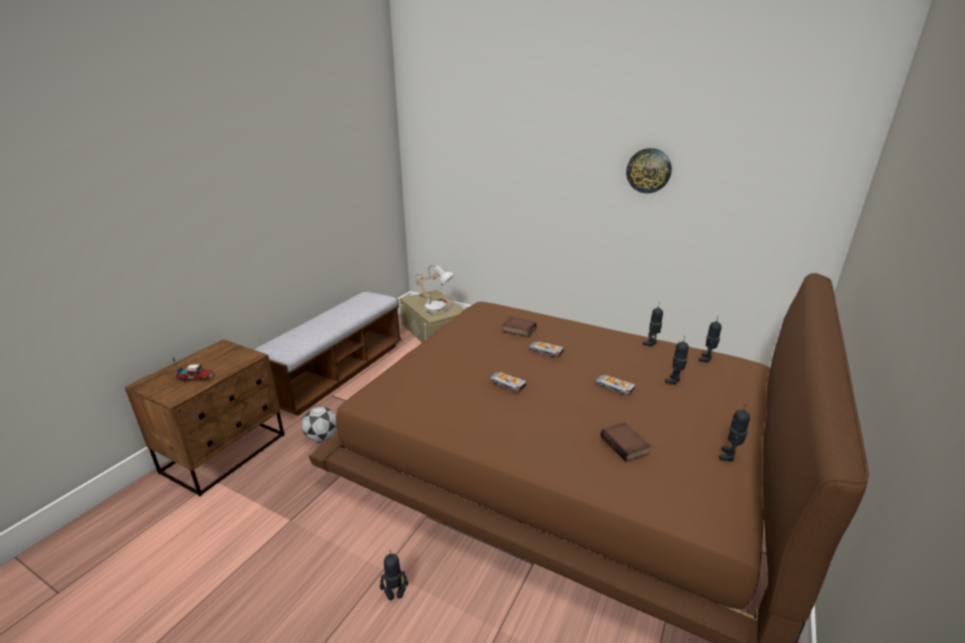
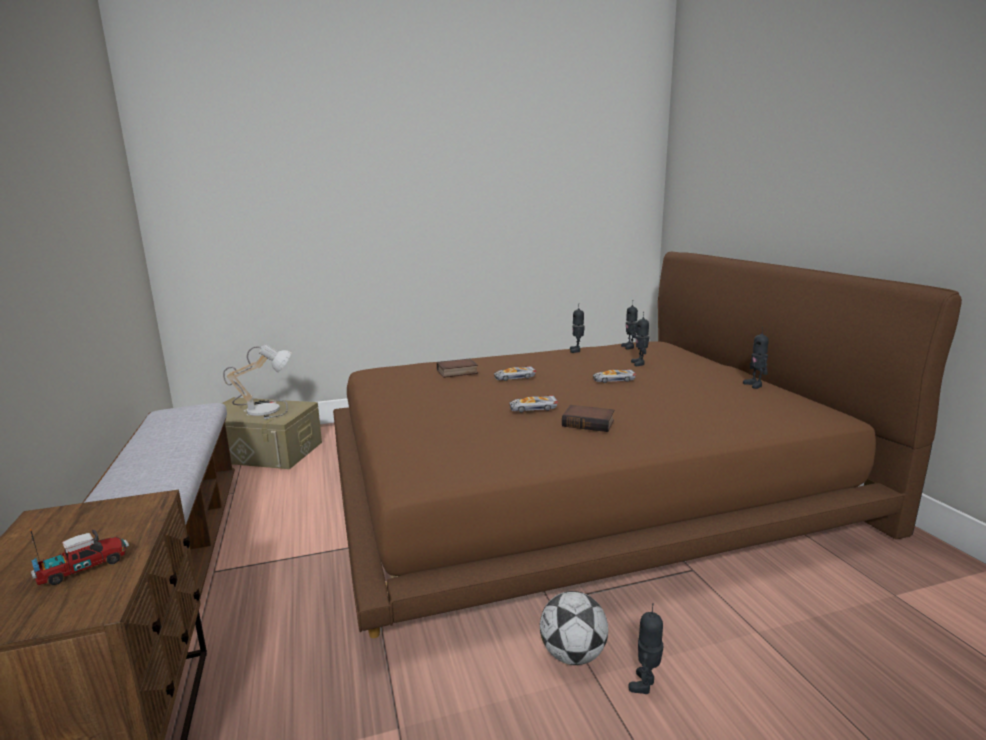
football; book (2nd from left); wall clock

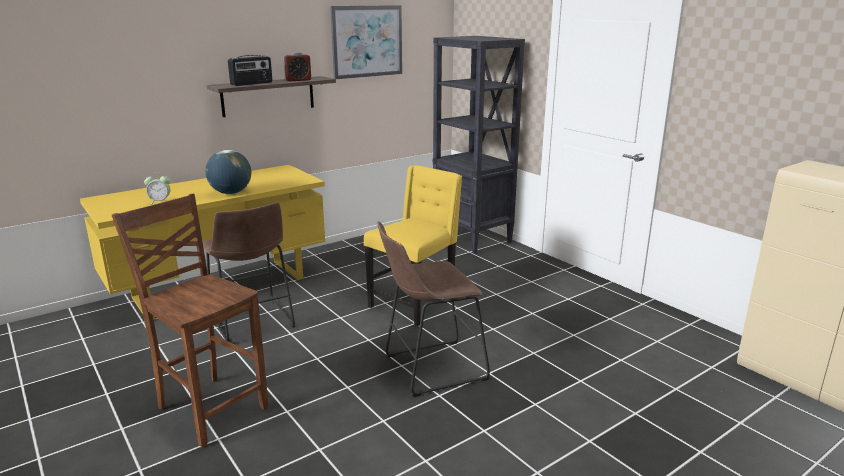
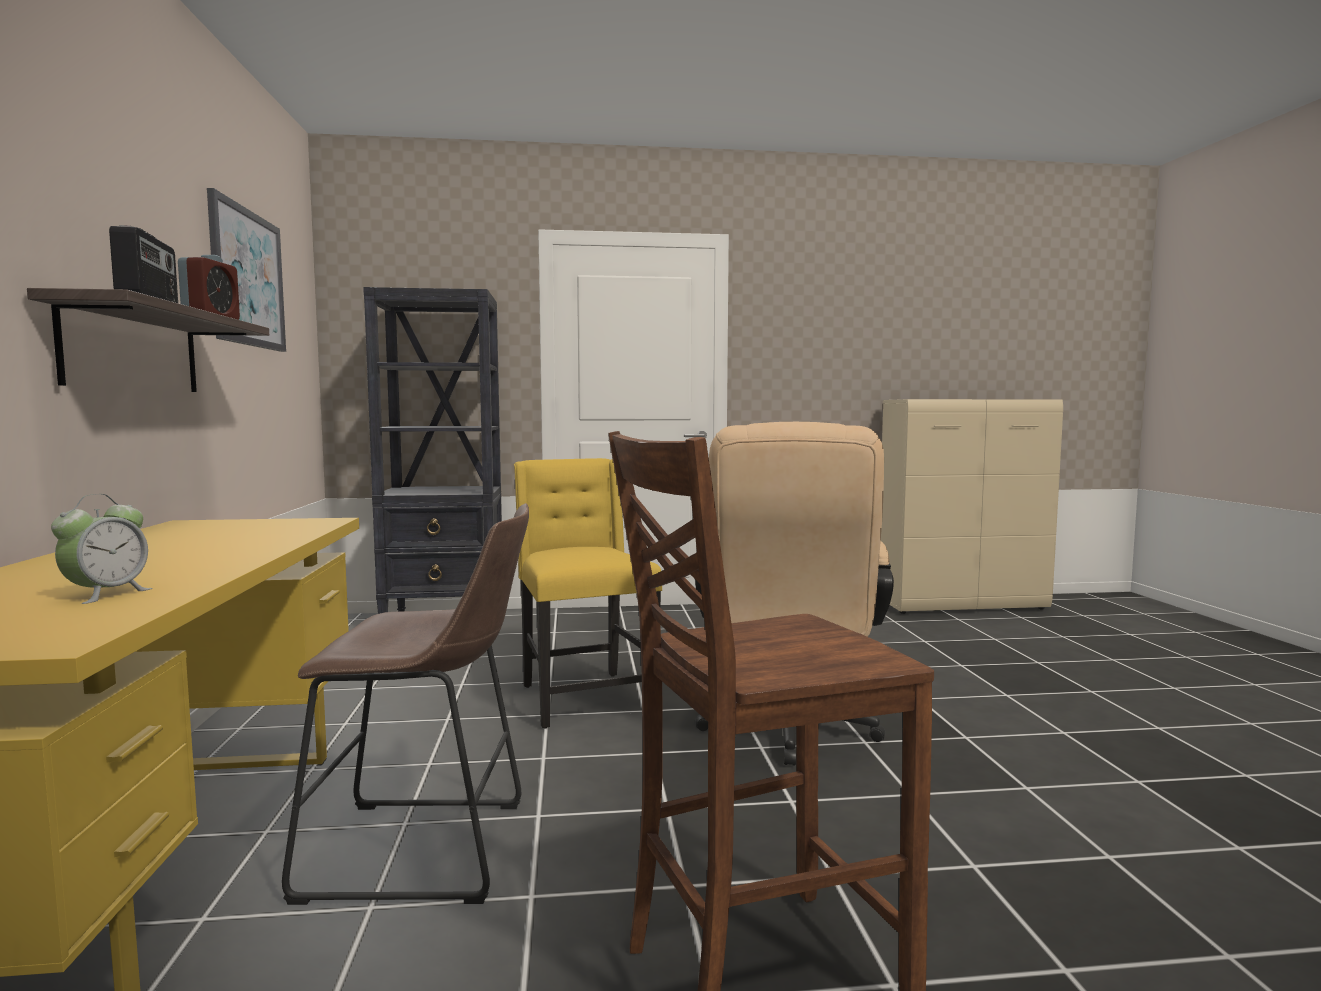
beige office chair; globe

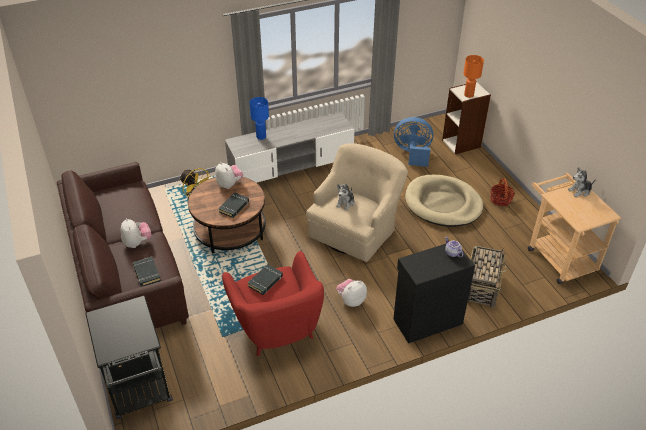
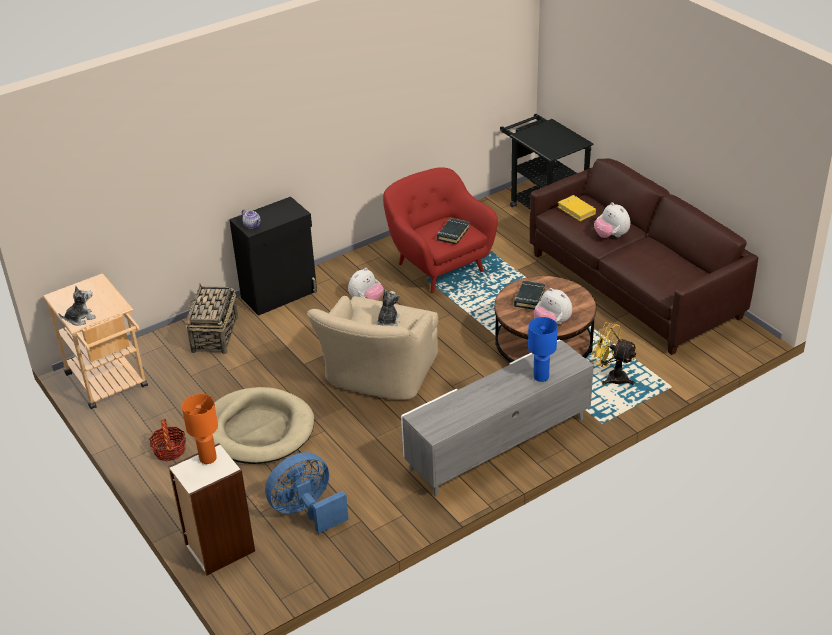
blue fan; yellow book

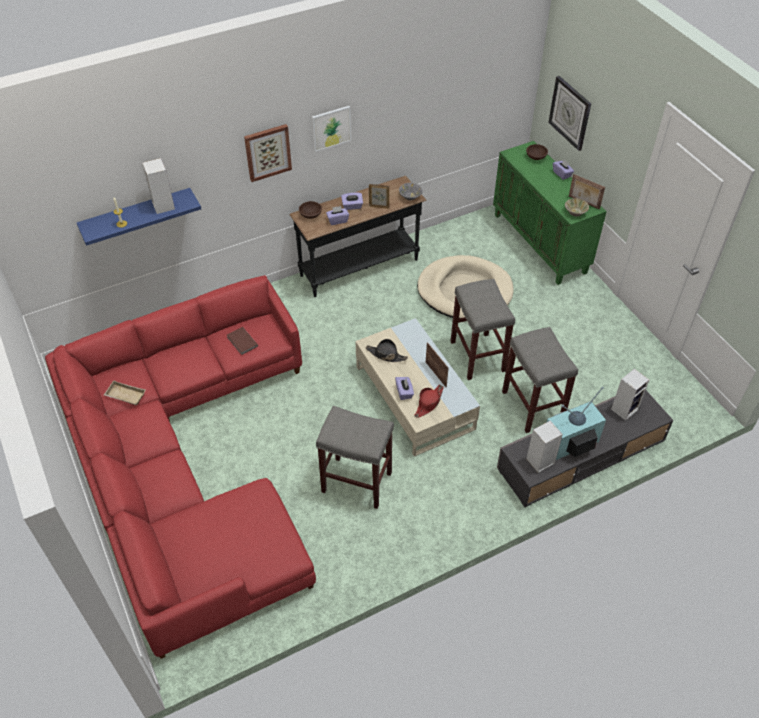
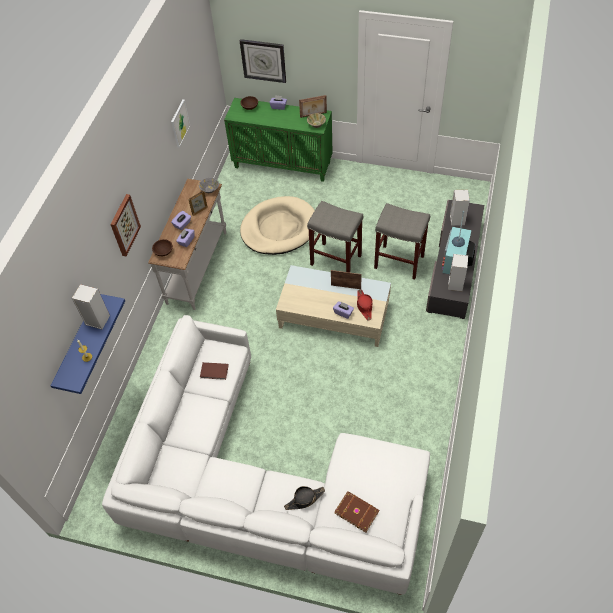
white sofa; white console table; picture (2nd from left); black hat; brown book (2nd from left); beige tray; grey stool (1st from left in the first image)

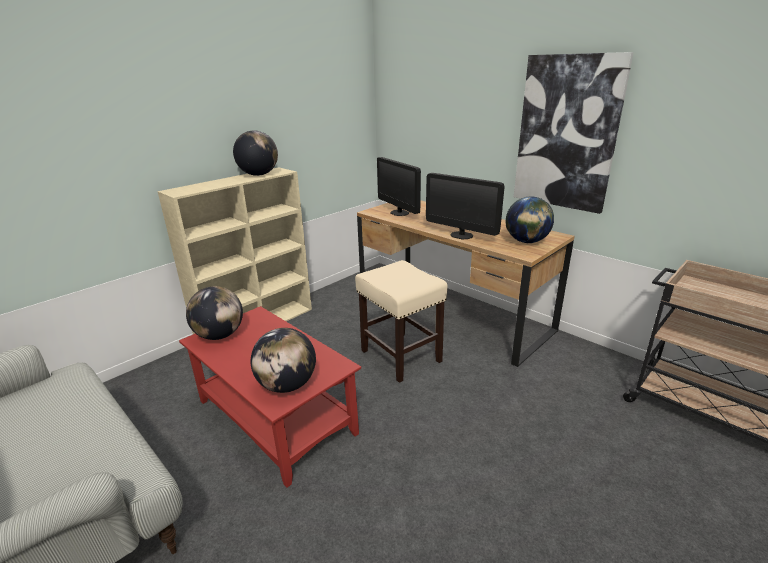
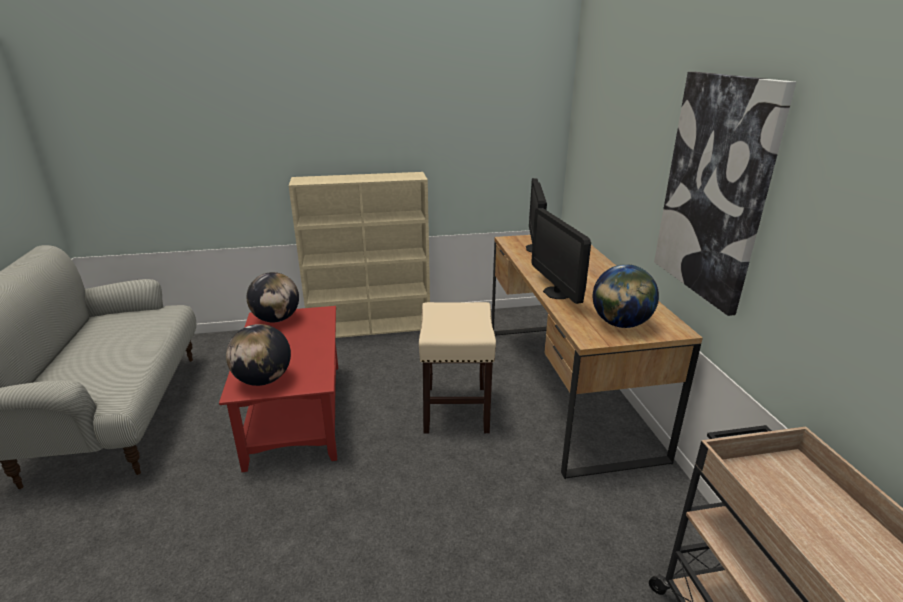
globe (2nd from left in the first image)

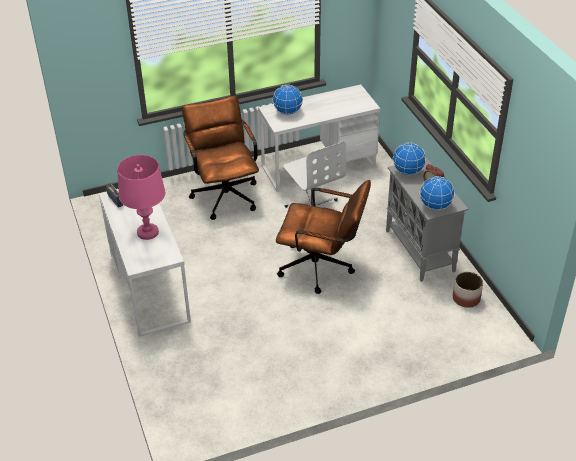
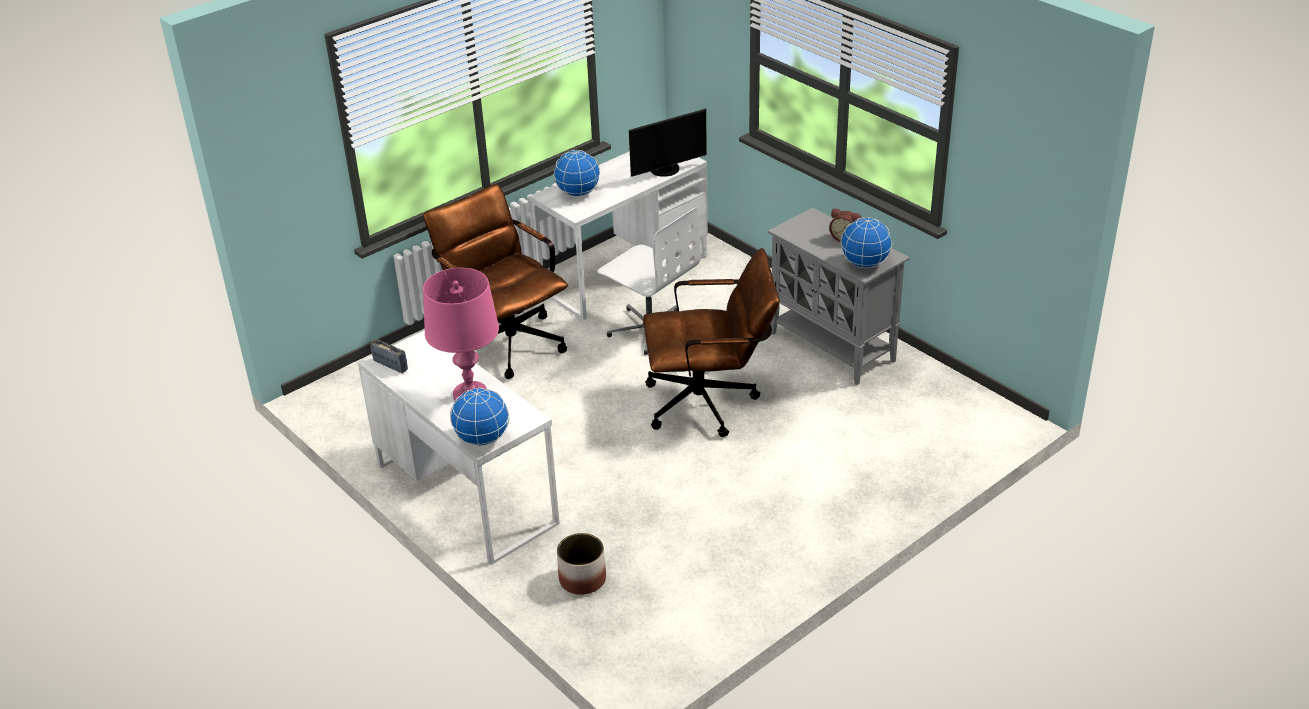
globe (1st from left); planter; monitor

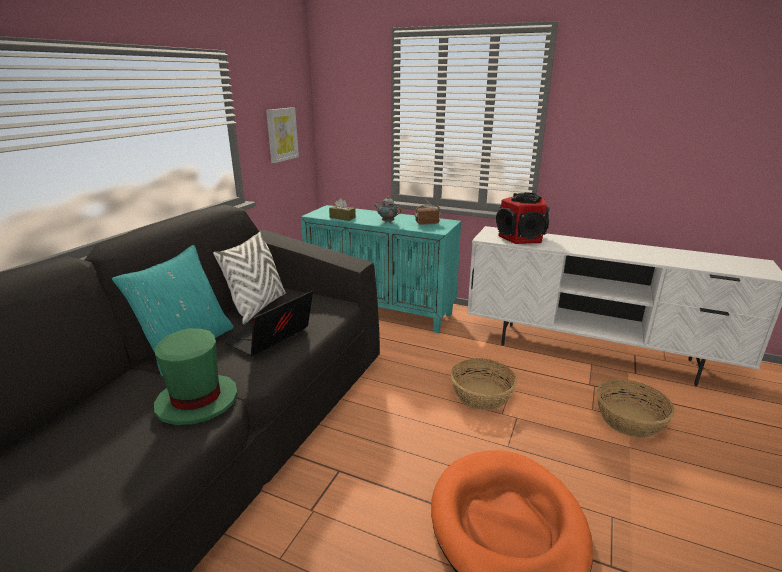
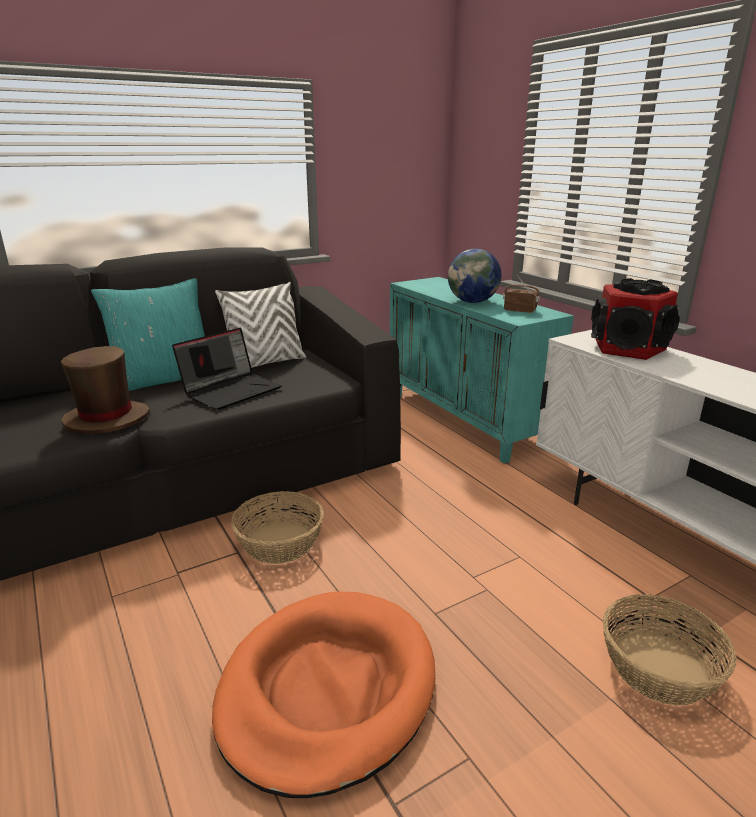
brown hat; laptop; basket (1st from left); globe; picture; brown tissue box

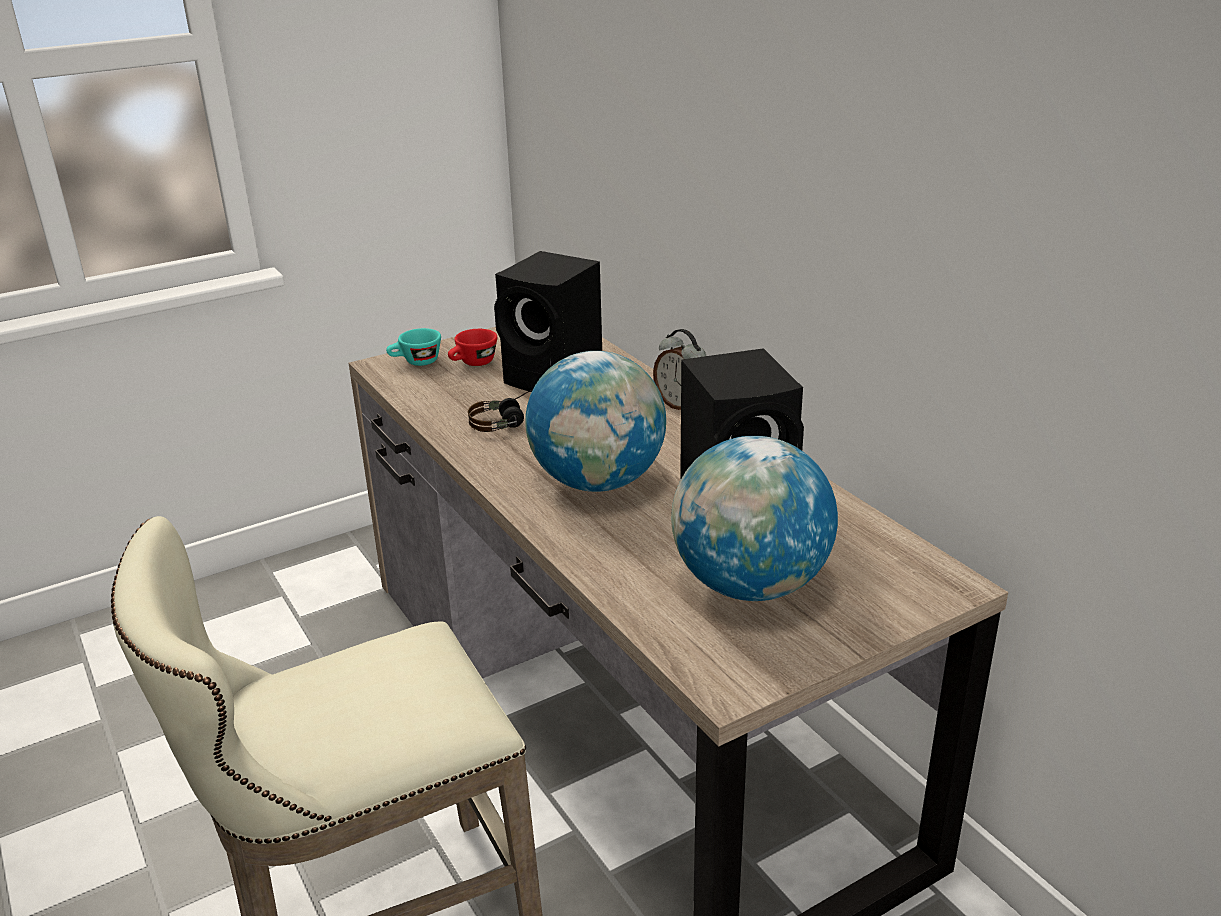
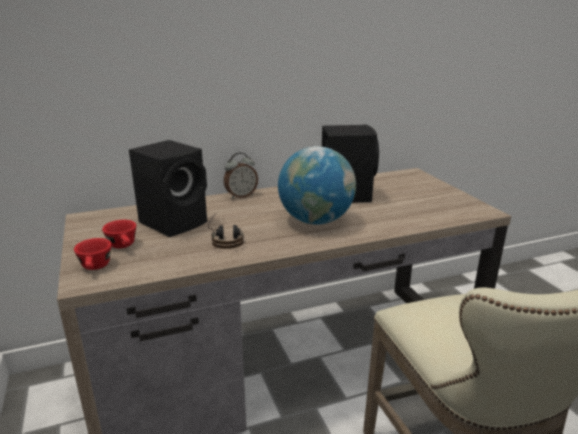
red cup (1st from left); globe (2nd from left in the first image)

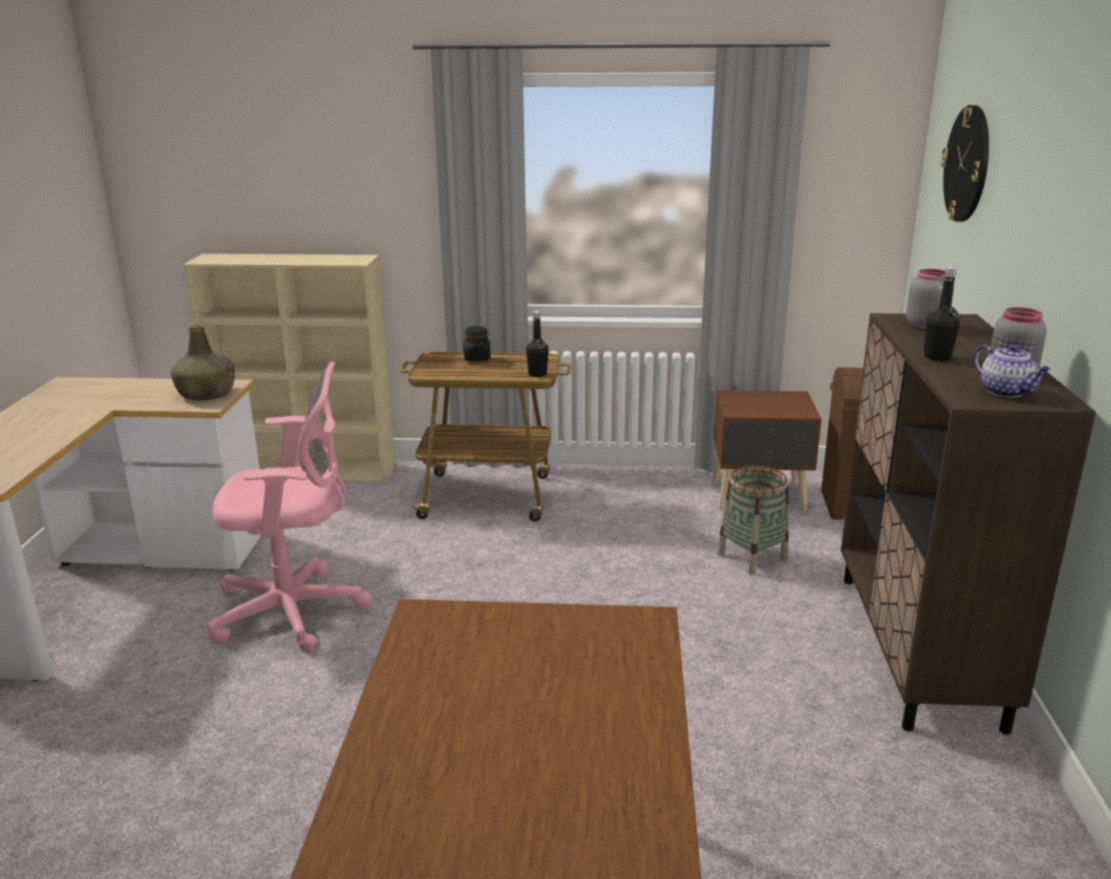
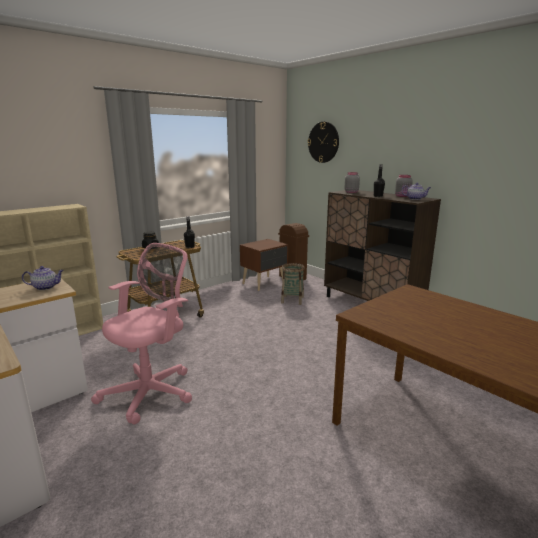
teapot (1st from left)

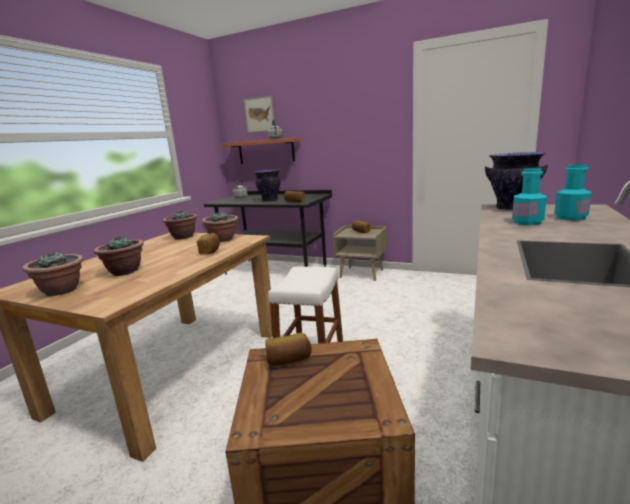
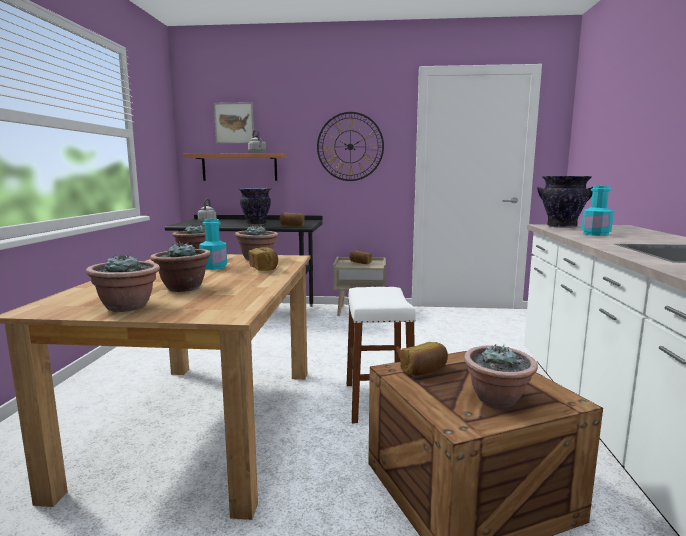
turquoise bottle (1st from left); wall clock; potted plant (5th from left)

